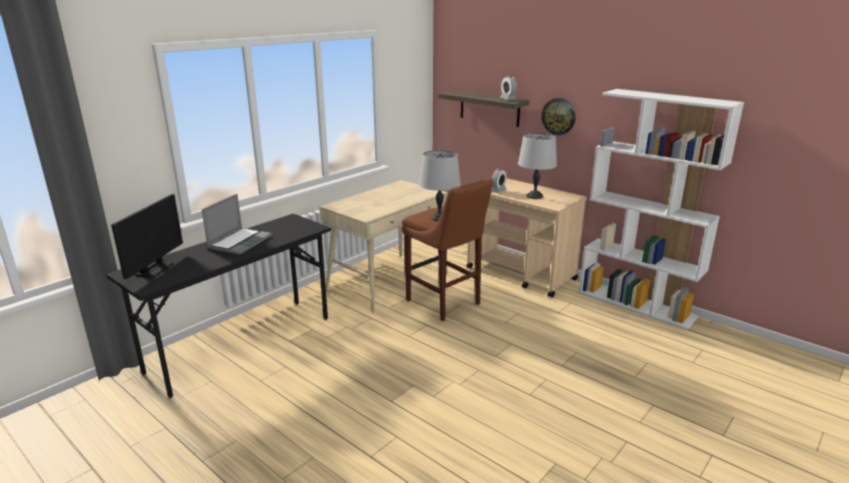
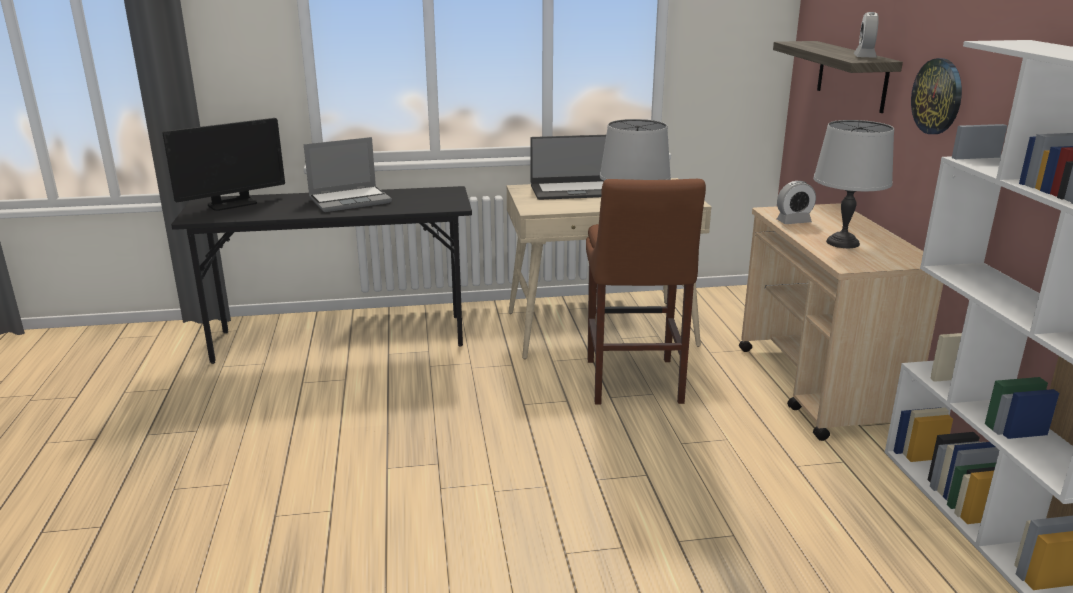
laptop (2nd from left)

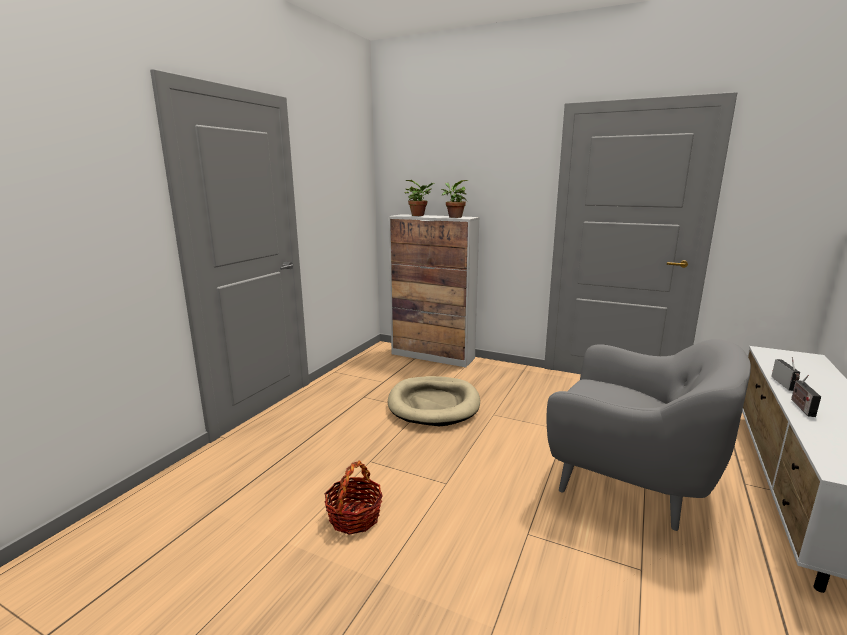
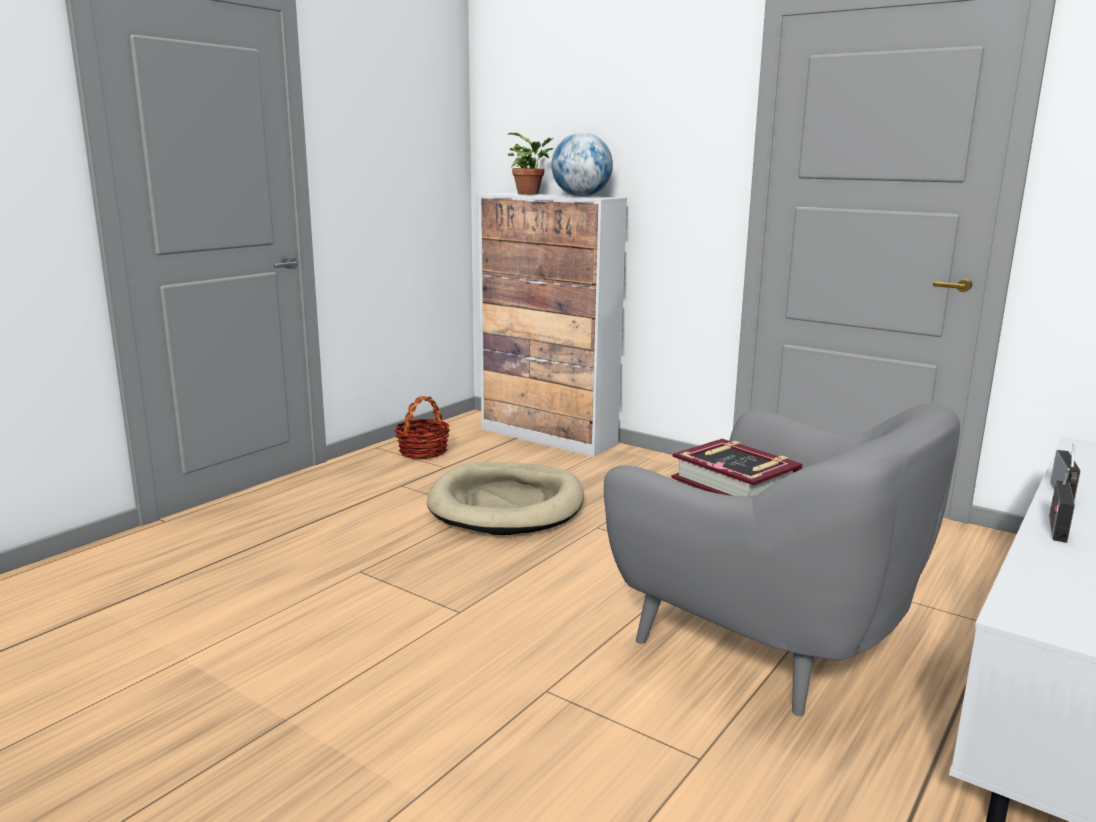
basket; globe; book

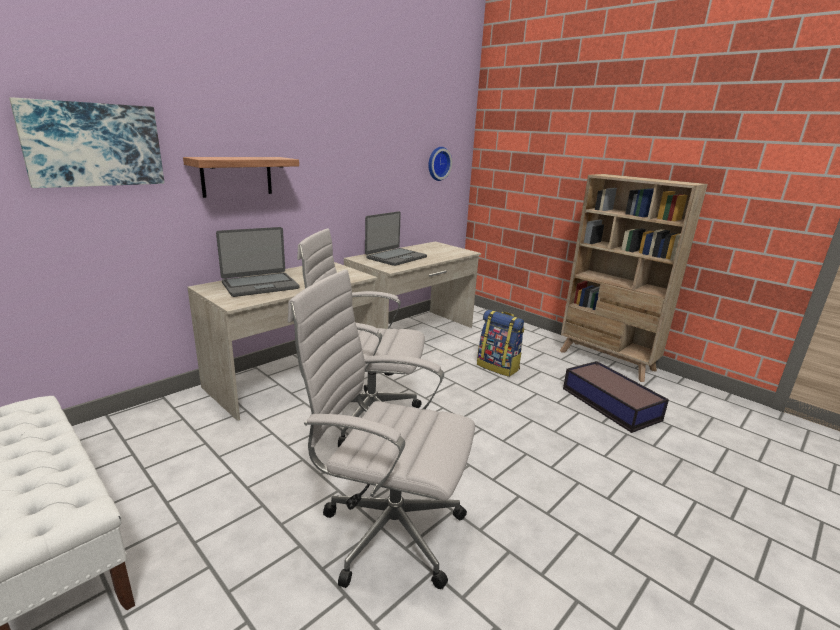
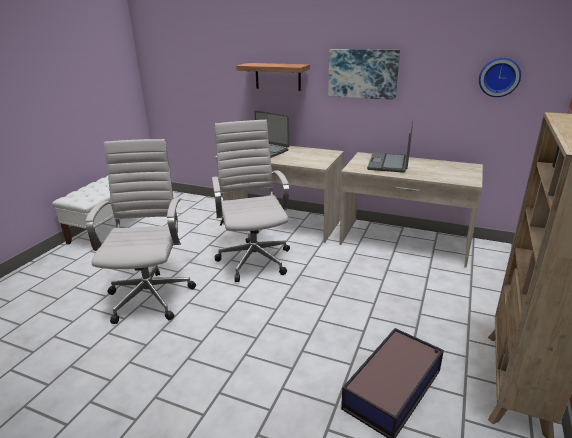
picture; laptop (2nd from left); backpack

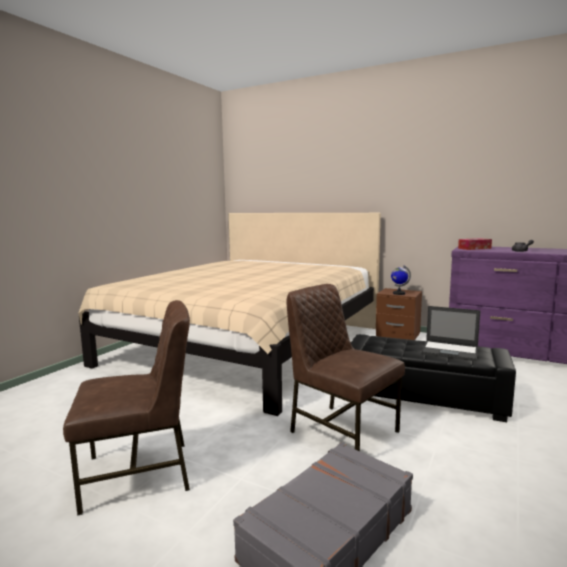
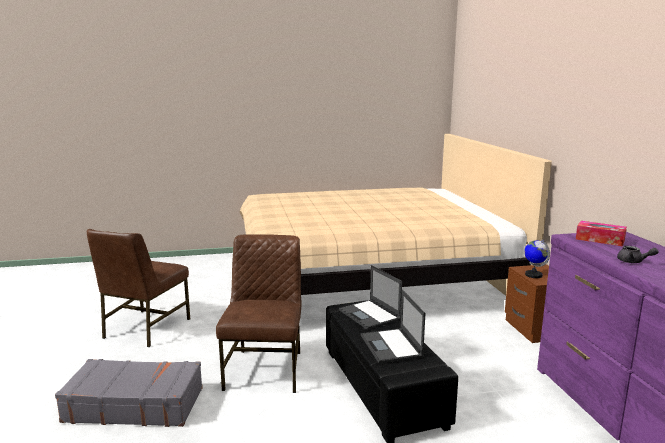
brown chair (1st from left); laptop (1st from left)

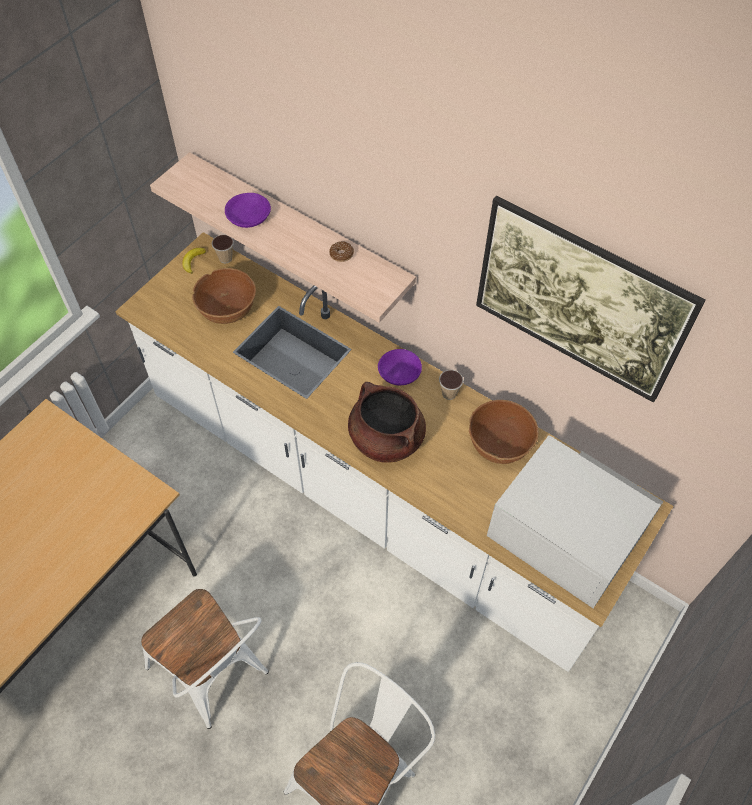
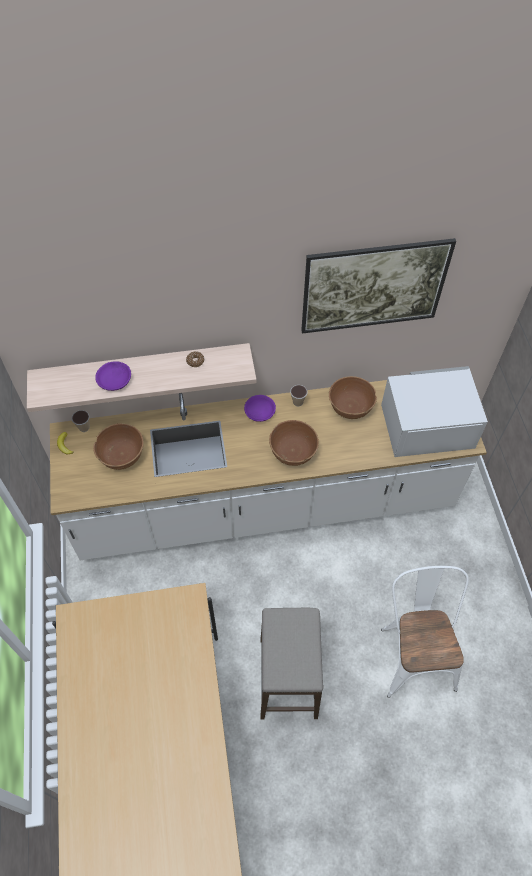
stool; brown bowl (2nd from left)

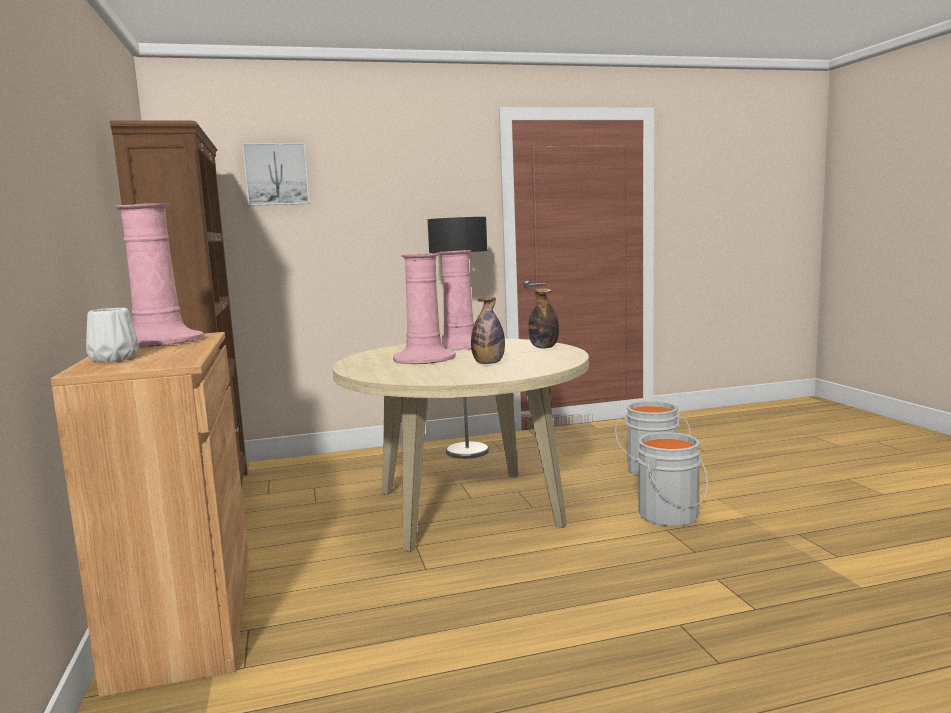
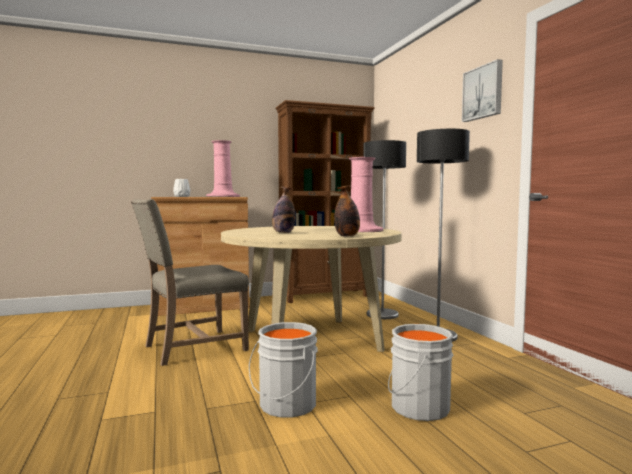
beige chair; floor lamp (1st from left); picture; pink vase (2nd from left in the first image)

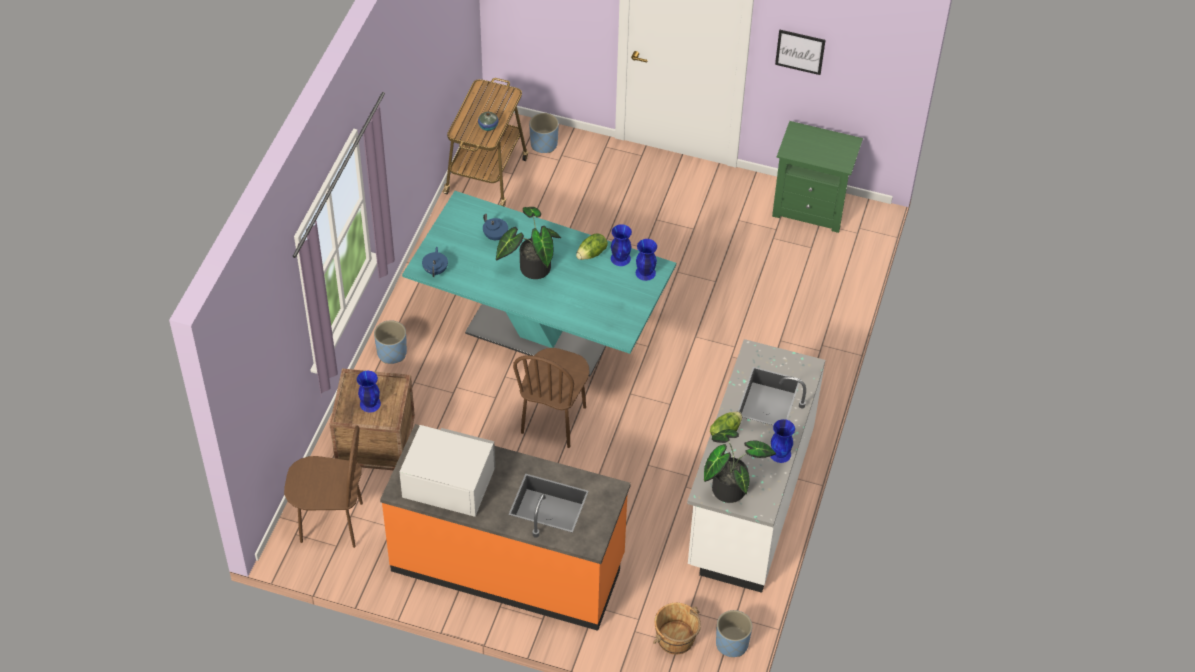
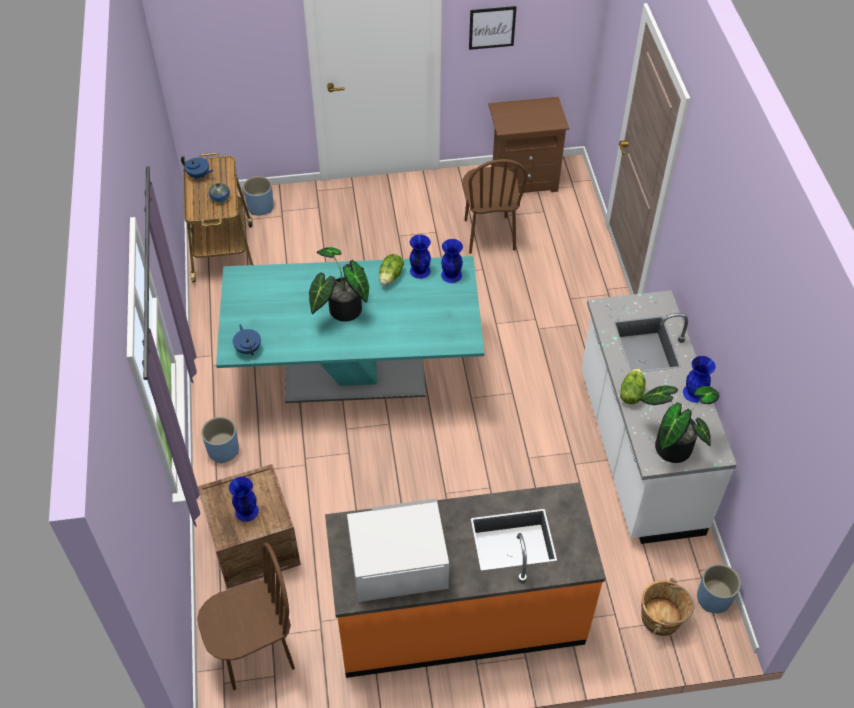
blue teapot (1st from left); brown chair (2nd from left); brown nightstand

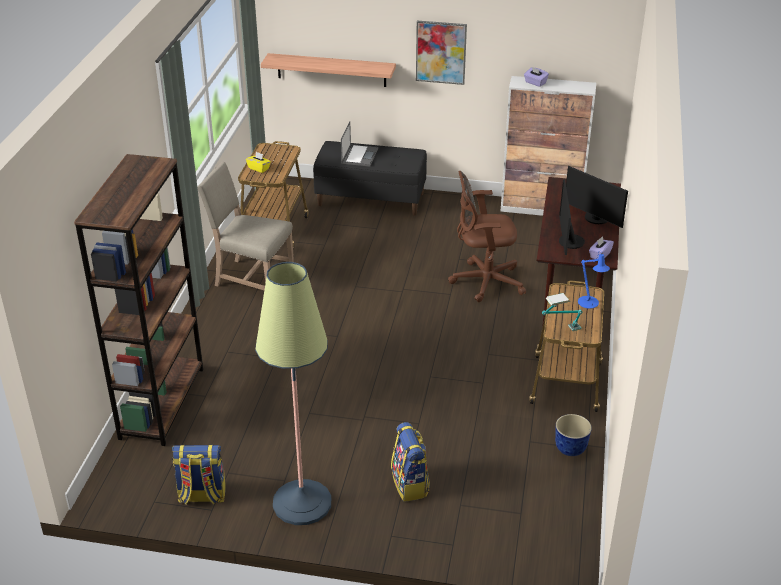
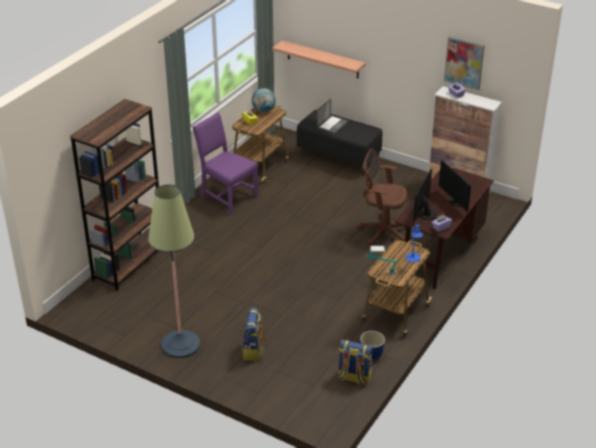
purple chair; globe; backpack (2nd from left); picture

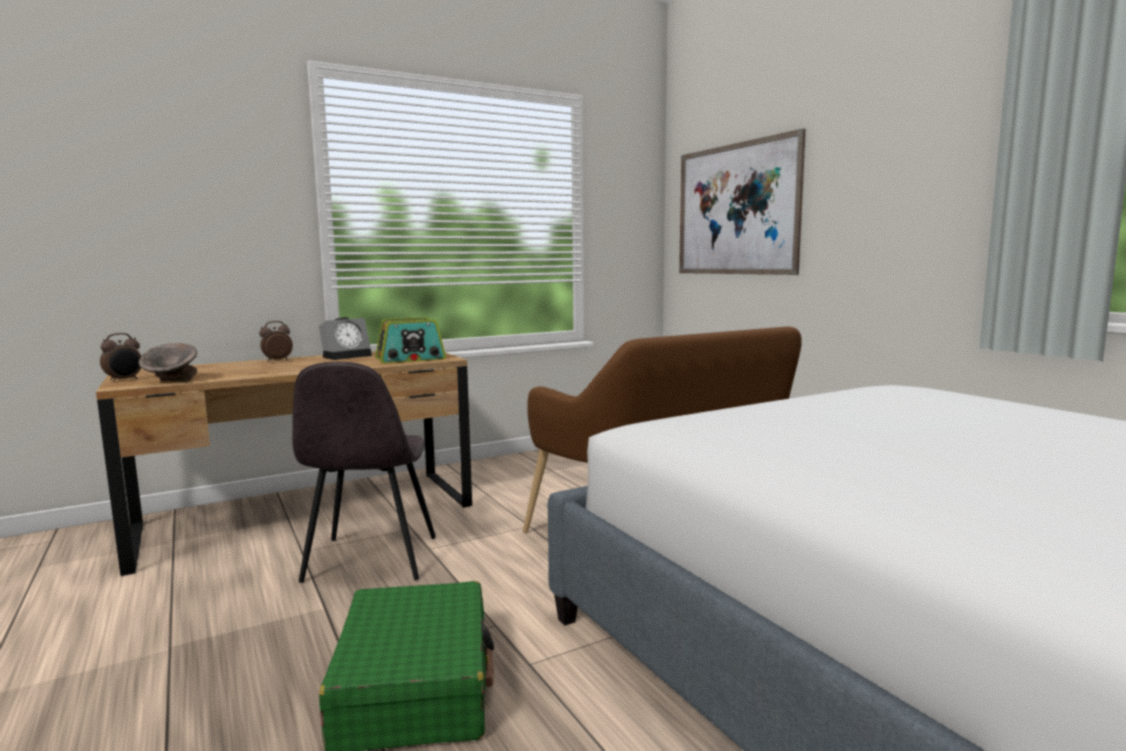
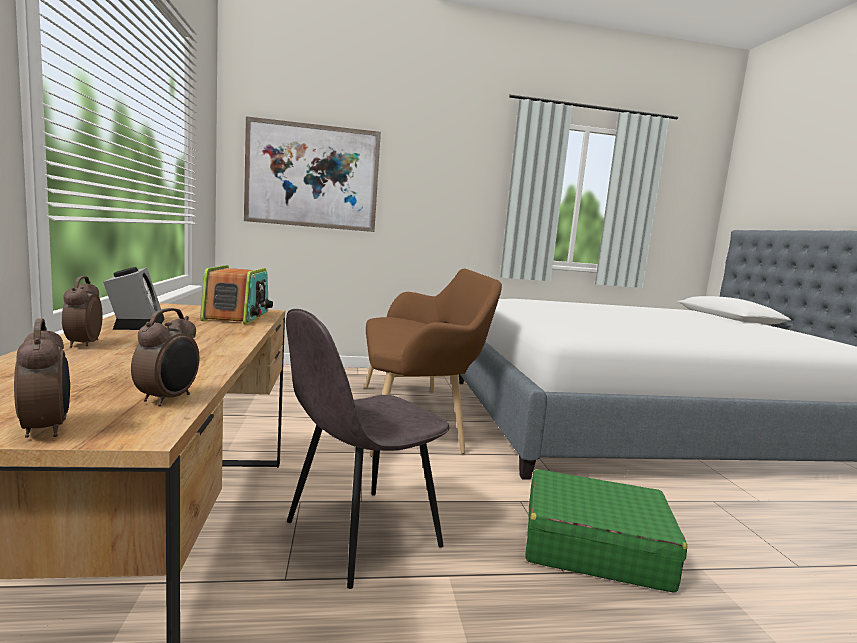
alarm clock (4th from left); grey chair

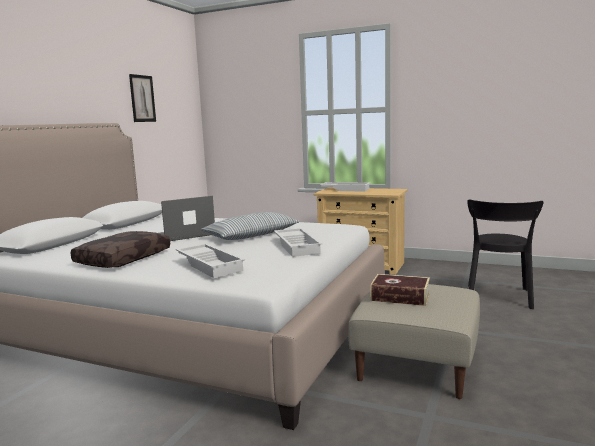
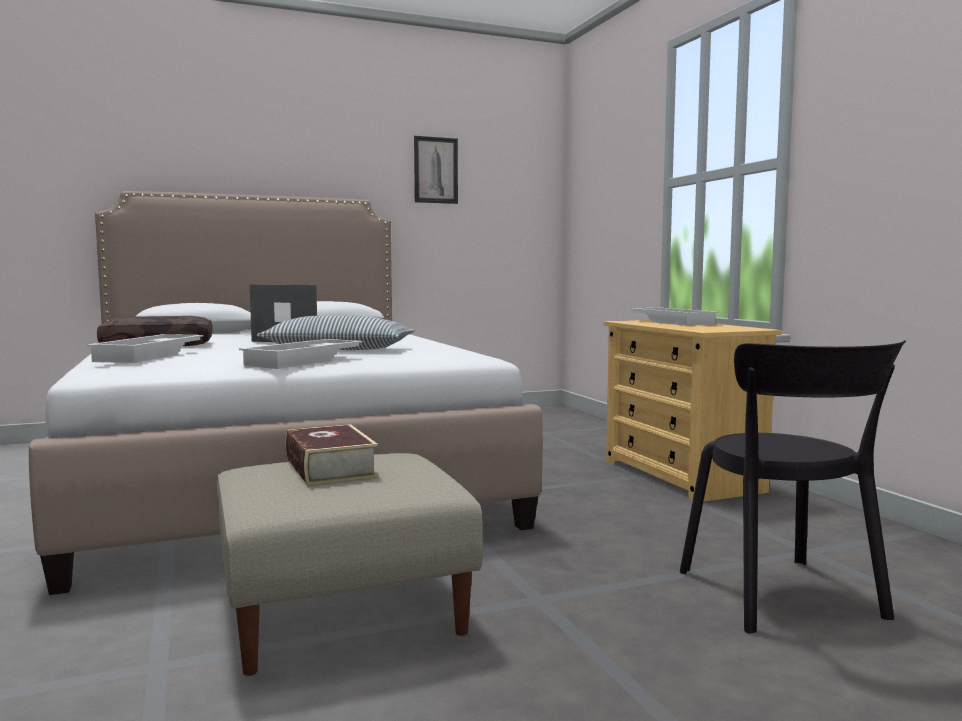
black chair

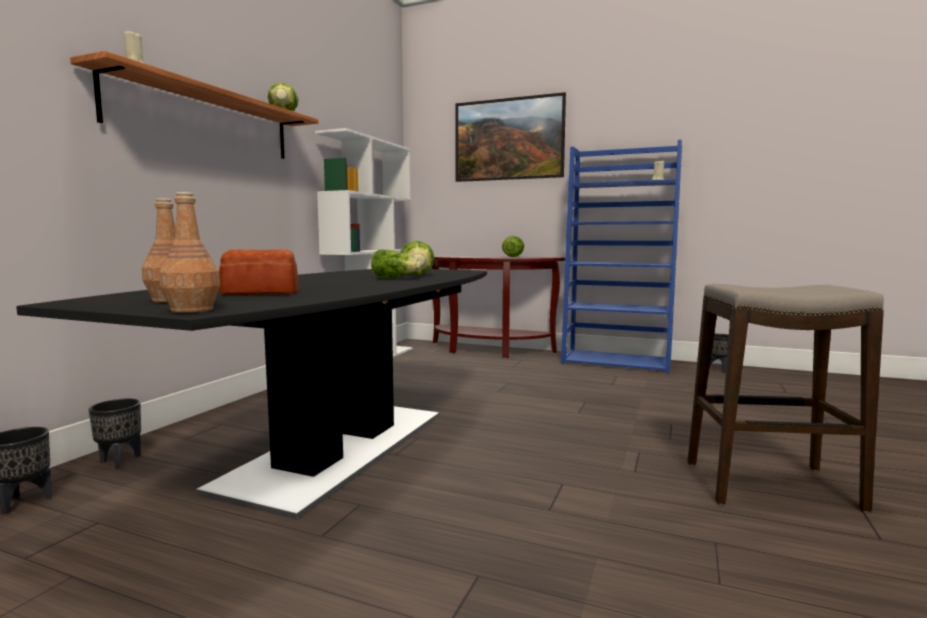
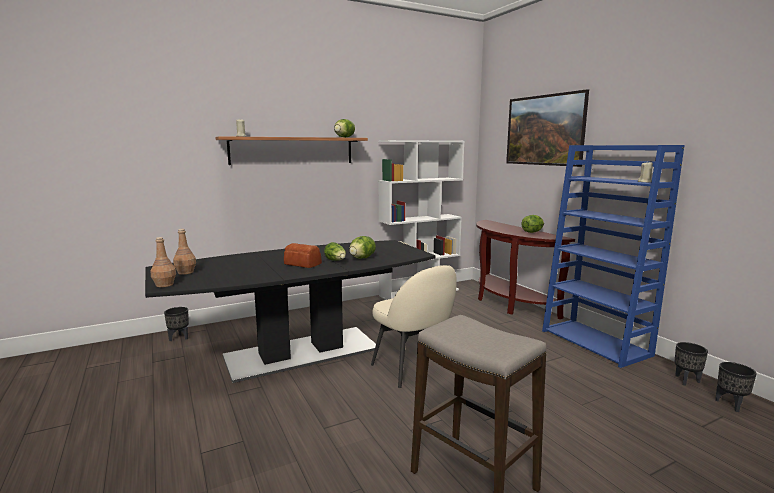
bread; beige chair; black planter (3rd from left)

